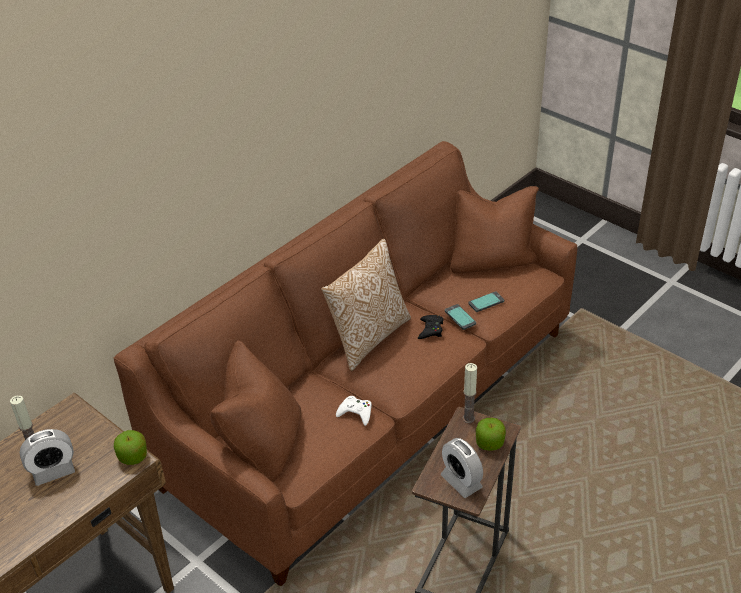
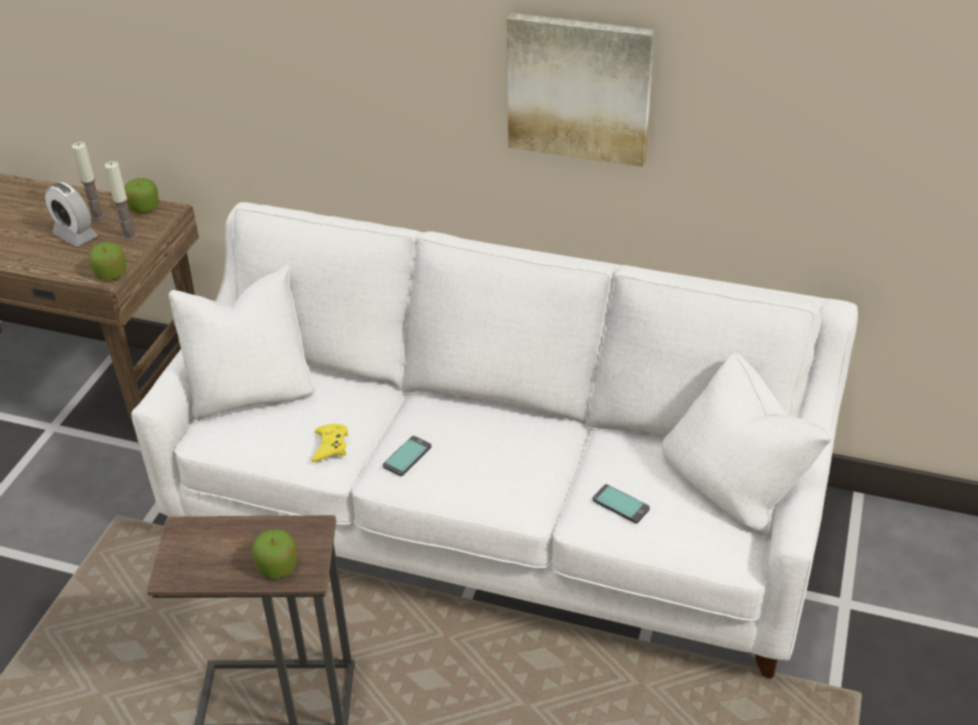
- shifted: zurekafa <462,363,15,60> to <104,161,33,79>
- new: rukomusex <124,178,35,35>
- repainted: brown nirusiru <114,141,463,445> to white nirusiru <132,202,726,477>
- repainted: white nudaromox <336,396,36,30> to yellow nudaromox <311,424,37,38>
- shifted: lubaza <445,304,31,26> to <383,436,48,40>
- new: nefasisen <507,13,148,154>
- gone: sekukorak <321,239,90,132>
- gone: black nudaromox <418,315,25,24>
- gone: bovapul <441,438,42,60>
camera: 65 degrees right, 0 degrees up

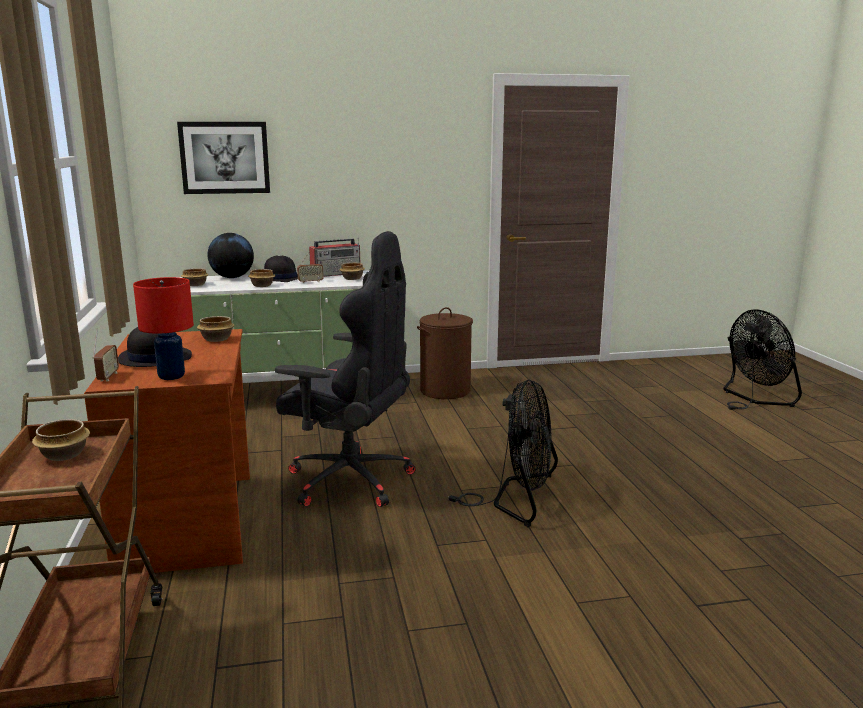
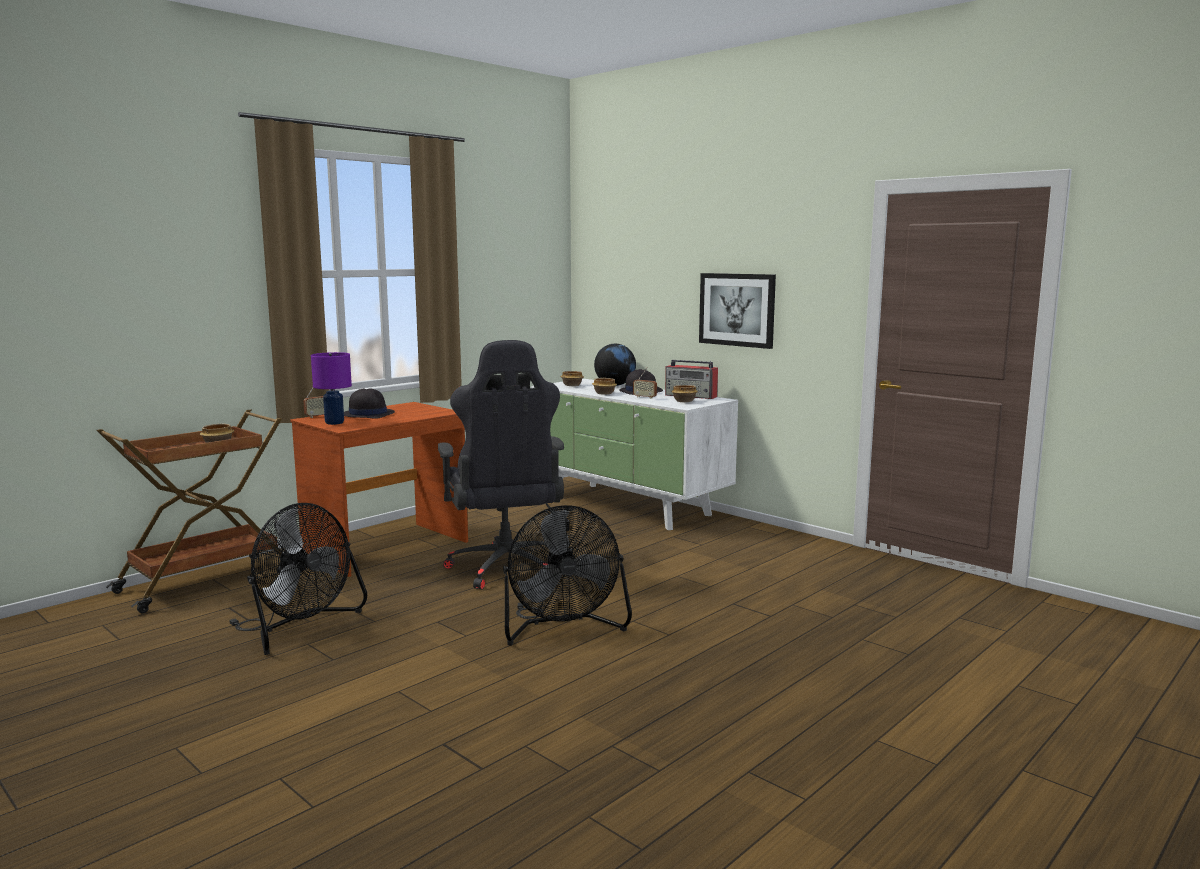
- shifted: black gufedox <723,309,79,101> to <230,503,137,152>
- repainted: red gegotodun <133,277,61,103> to purple gegotodun <311,352,41,73>
- shifted: nefasisen <177,122,93,72> to <699,273,77,76>
- gone: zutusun <197,316,38,26>
- gone: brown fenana <417,307,56,92>
camera: 55 degrees right, 5 degrees down

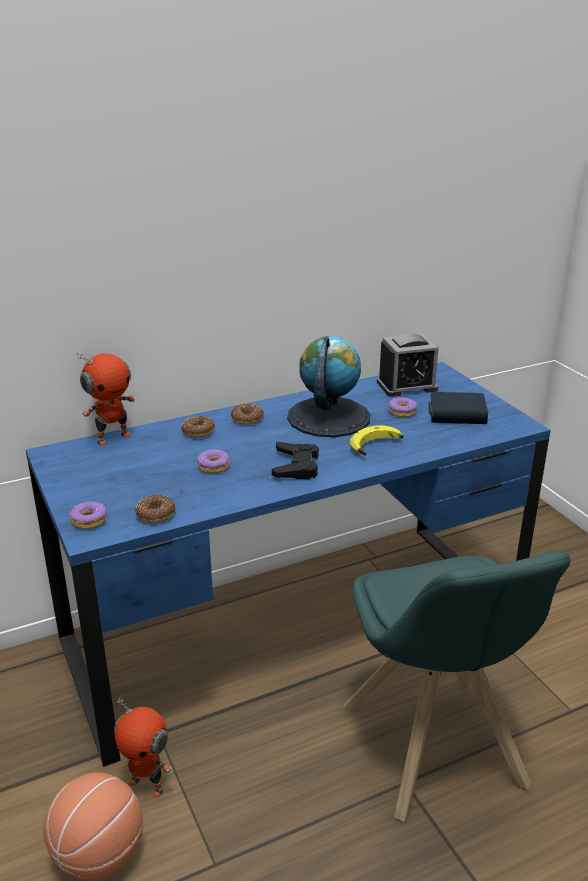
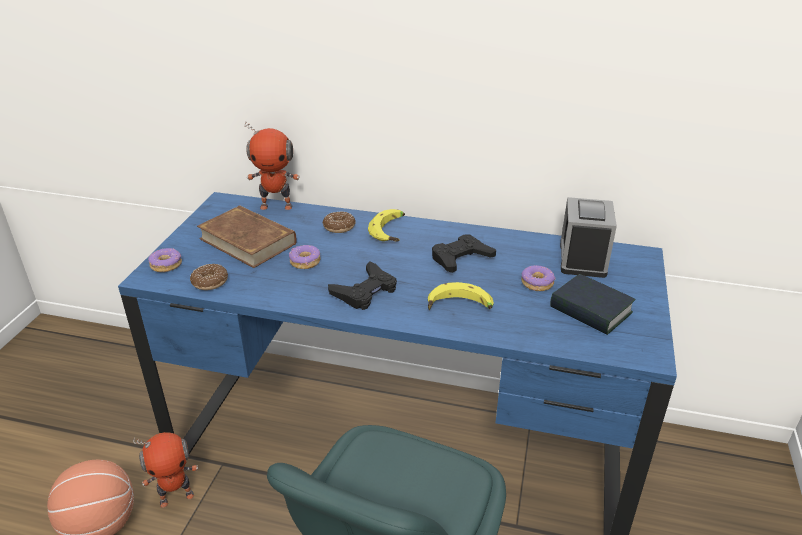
- rotated: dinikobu <114,696,58,102> = <133,432,65,76> 90 degrees counterclockwise
- new: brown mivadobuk <197,205,100,63>
- swapped: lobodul <231,403,33,22> to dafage <368,209,37,32>
- swapped: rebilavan <287,336,83,101> to black nudaromox <432,234,64,39>
- rotated: bovapul <377,333,61,64> = <560,197,57,81> 75 degrees clockwise
camera: 40 degrees right, 5 degrees up

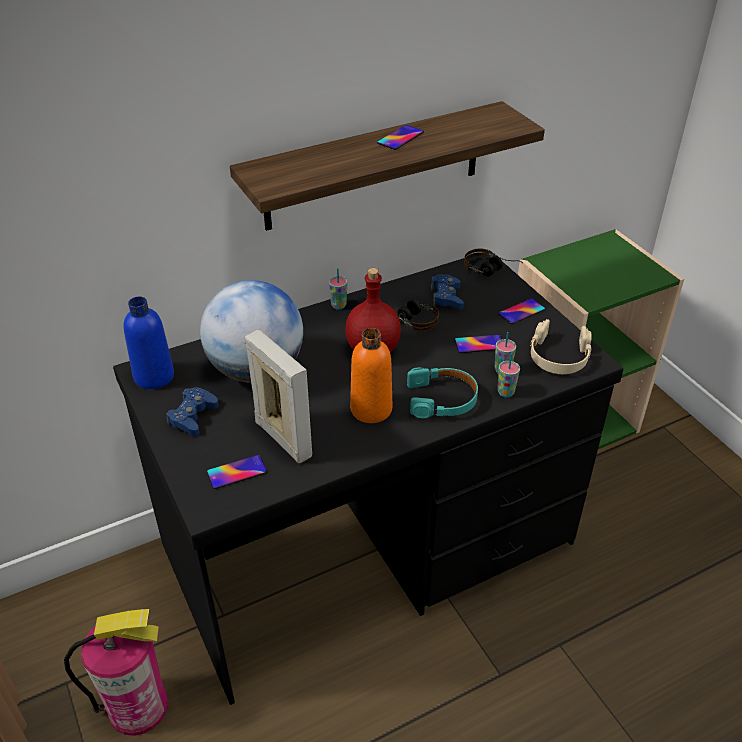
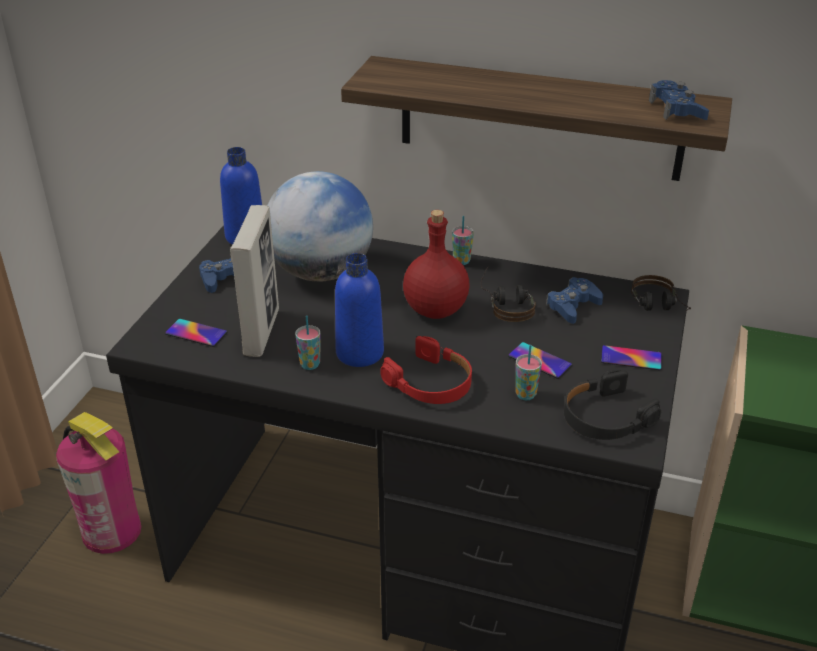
- shifted: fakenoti <498,354,22,44> to <295,315,26,55>
- repainted: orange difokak <350,328,42,95> to blue difokak <335,253,49,114>
- repainted: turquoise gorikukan <407,367,71,51> to red gorikukan <381,336,91,68>
- repainted: beige gorikukan <530,319,62,55> to black gorikukan <564,370,97,70>
- new: blue nudaromox <649,80,60,40>
- gone: lubaza <377,125,47,25>
camera: 45 degrees right, 5 degrees down

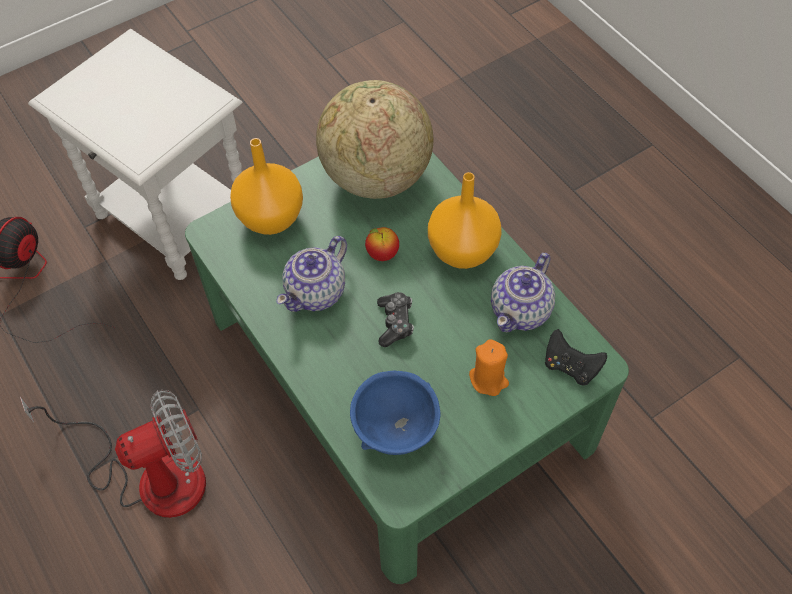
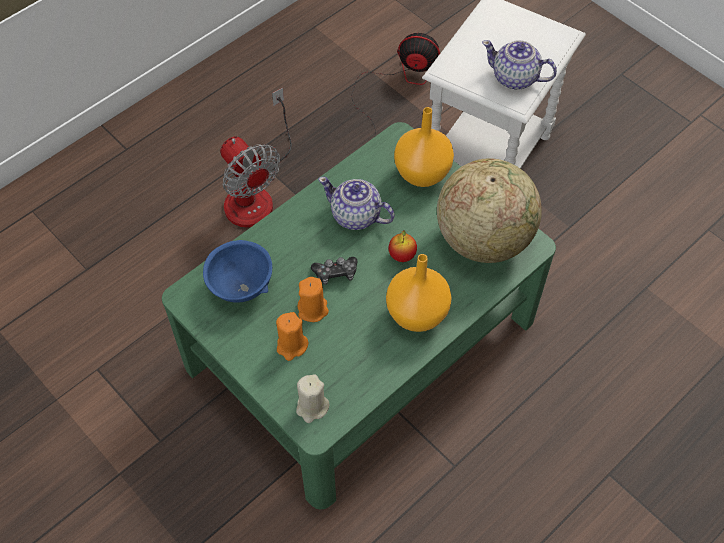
- swapped: black nudaromox <545,329,62,57> to beige zurekafa <296,374,34,49>
- new: orange zurekafa <297,277,32,45>
- shifted: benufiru <491,253,64,79> to <482,40,75,50>
camera: 80 degrees right, 0 degrees up

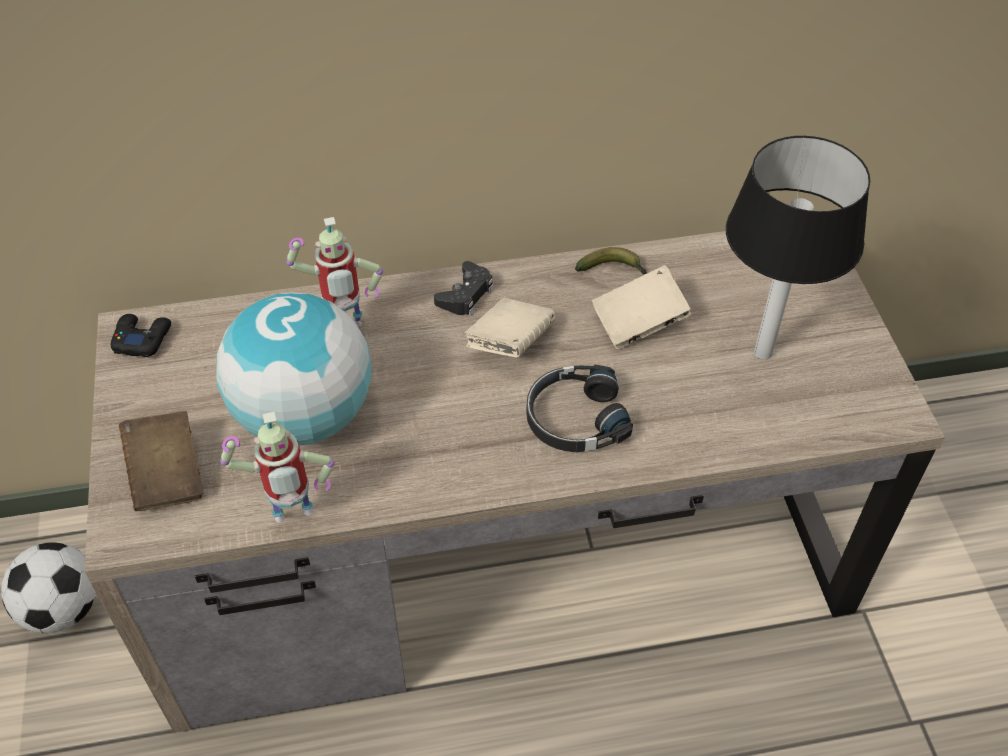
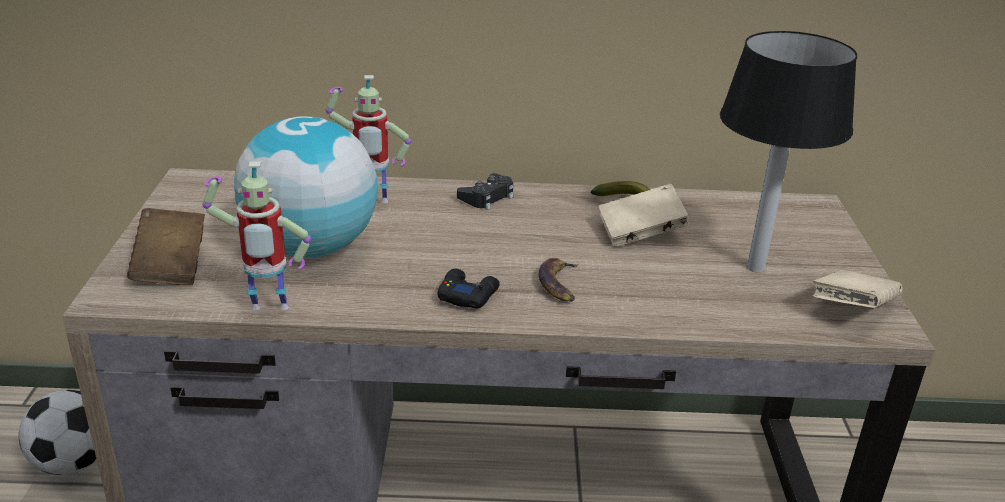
- shifted: black nudaromox <111,314,60,43> to <438,269,62,39>
- swapped: black gorikukan <526,365,107,87> to dafage <539,258,39,44>
- shifted: beige mivadobuk <464,298,92,59> to <812,270,91,38>
camera: 10 degrees right, 20 degrees down

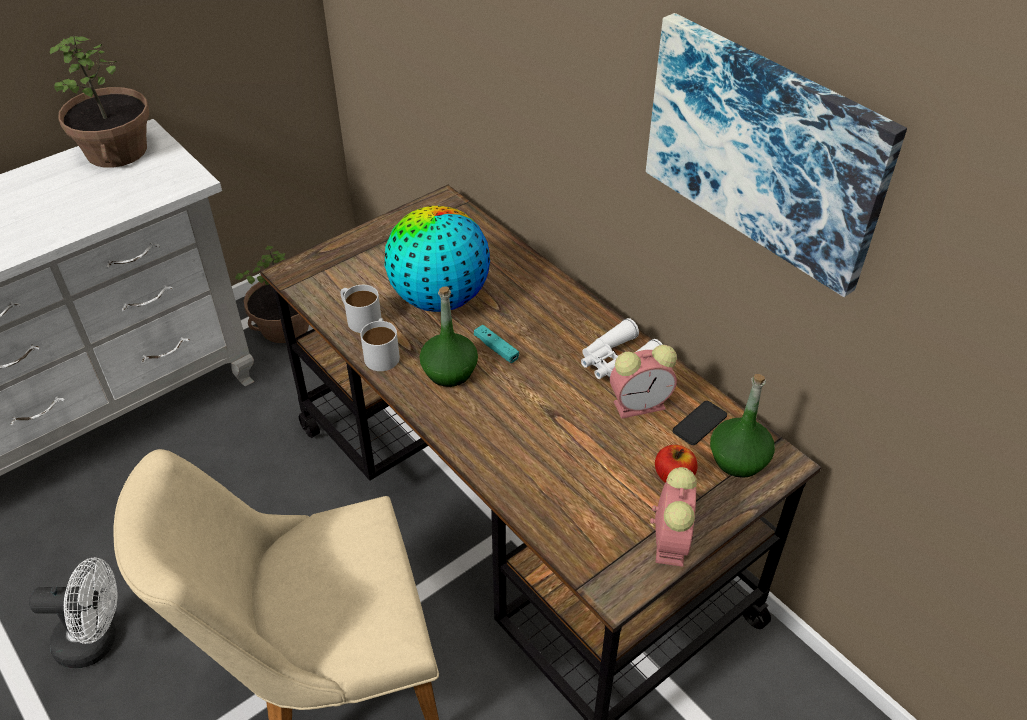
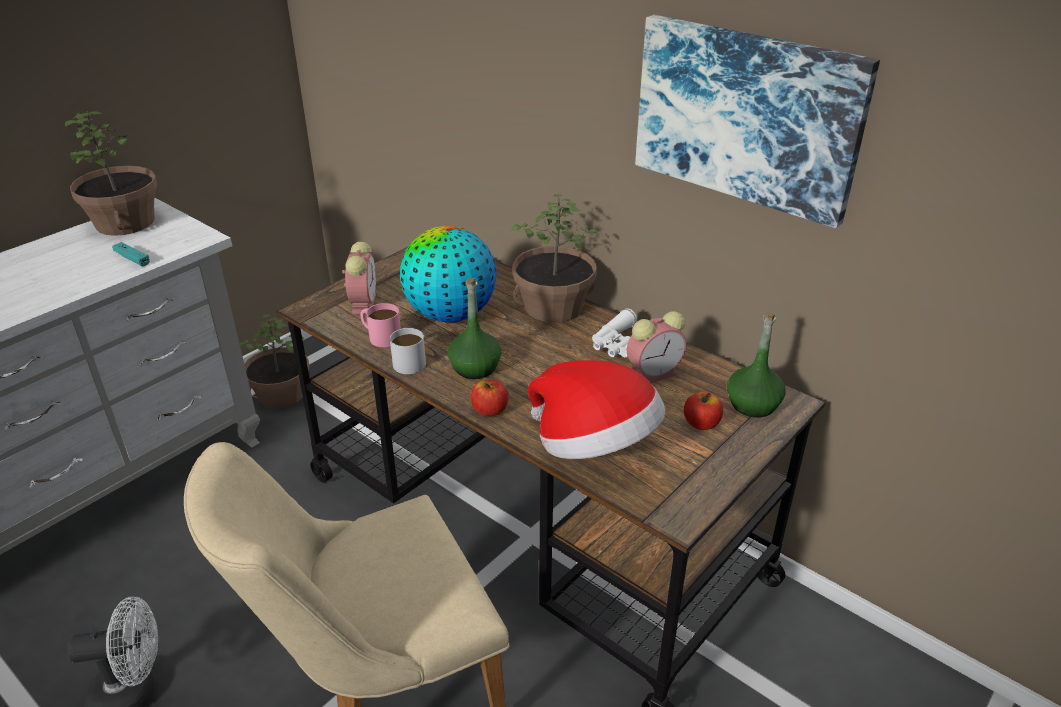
- shifted: turquoise nudaromox <474,325,45,38> to <112,242,38,24>
- shifted: bovapul <650,467,47,100> to <342,241,34,73>
- repainted: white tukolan <340,285,41,48> to pink tukolan <360,303,41,44>
- new: rukomusex <471,380,38,36>
- new: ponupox <511,194,87,129>
- new: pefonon <528,360,137,99>
- gone: lubaza <673,401,54,44>
camera: 10 degrees left, 10 degrees down

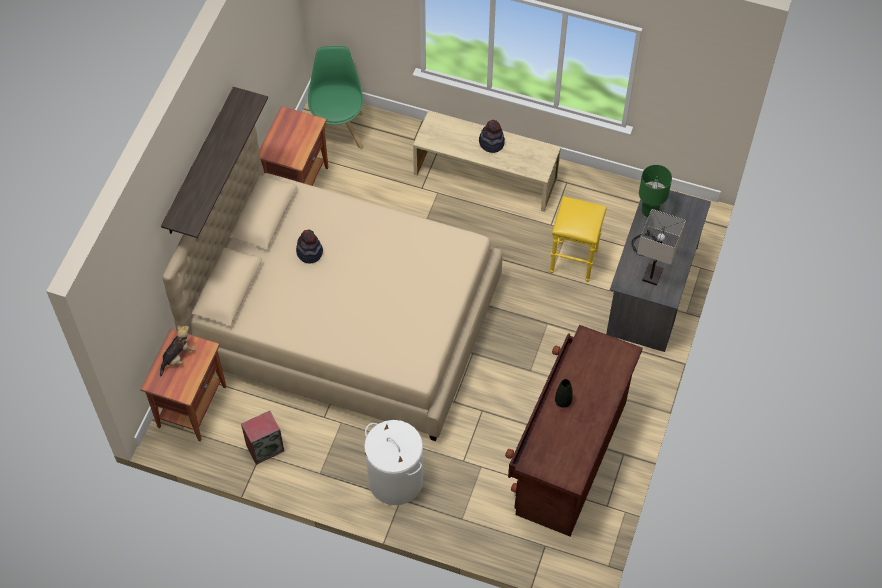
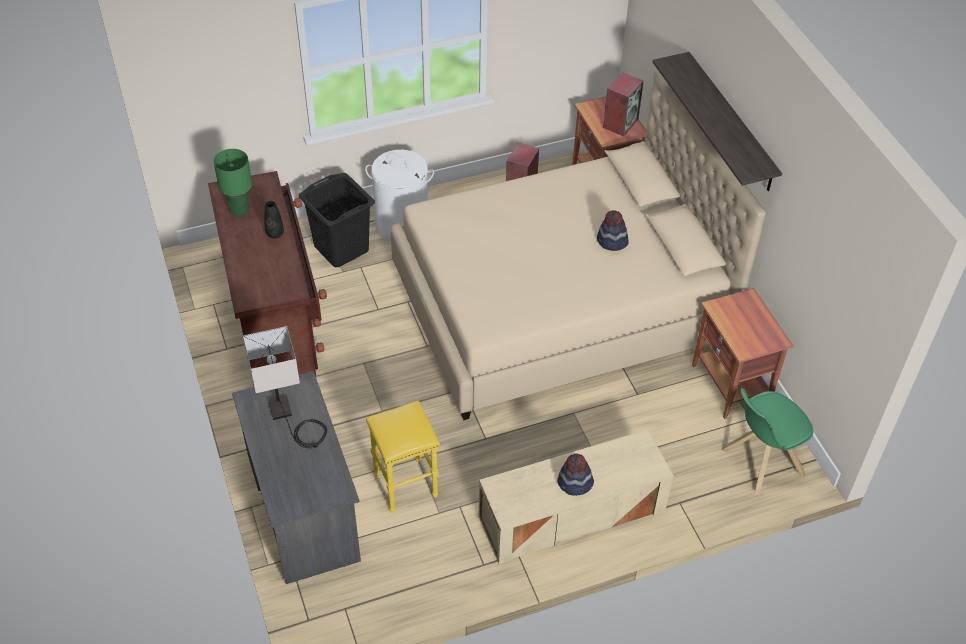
- shifted: green gegotodun <639,165,33,52> to <214,149,38,67>
- new: black fenana <298,173,77,94>
- swapped: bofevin <160,325,35,51> to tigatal <603,72,41,64>
- rotated: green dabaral <308,46,56,103> = <722,388,91,108> 105 degrees clockwise
camera: 140 degrees right, 10 degrees down

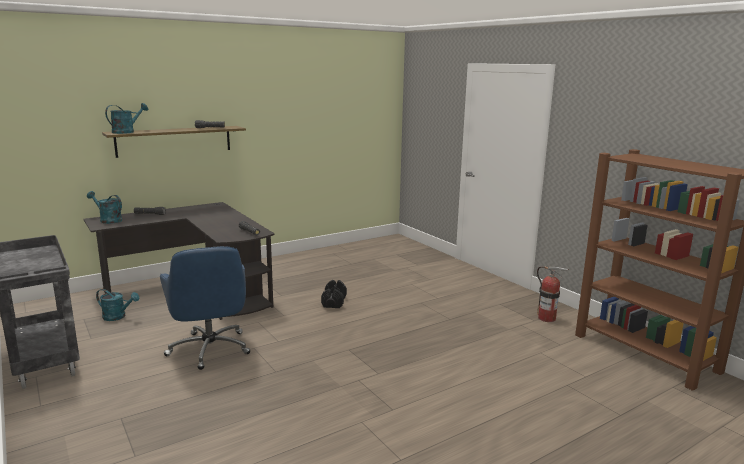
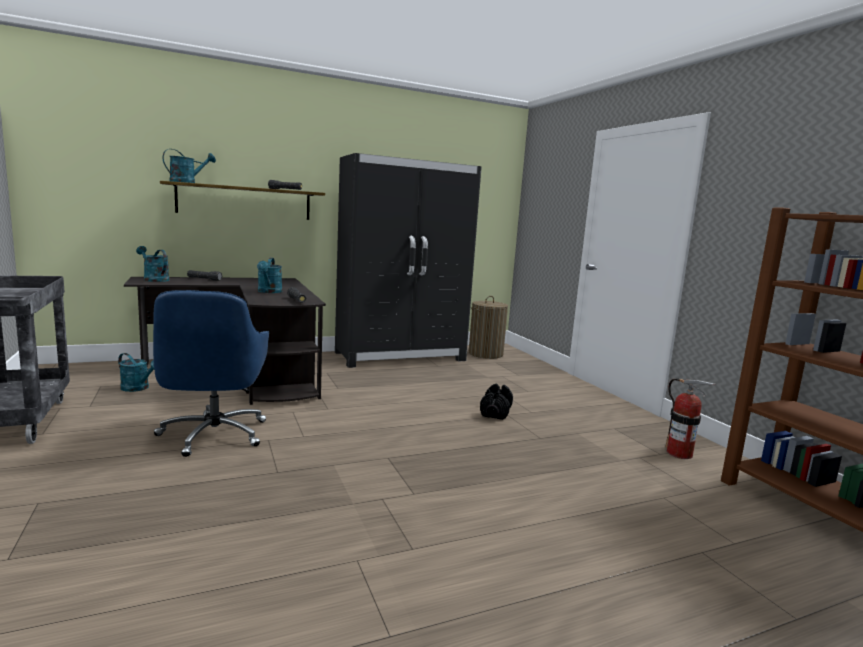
- new: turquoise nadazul <257,258,25,35>
- new: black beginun <335,153,147,215>
- new: fenana <469,296,39,63>
- shifted: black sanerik <321,280,26,28> to <480,384,33,36>
camera: 10 degrees right, 5 degrees down

